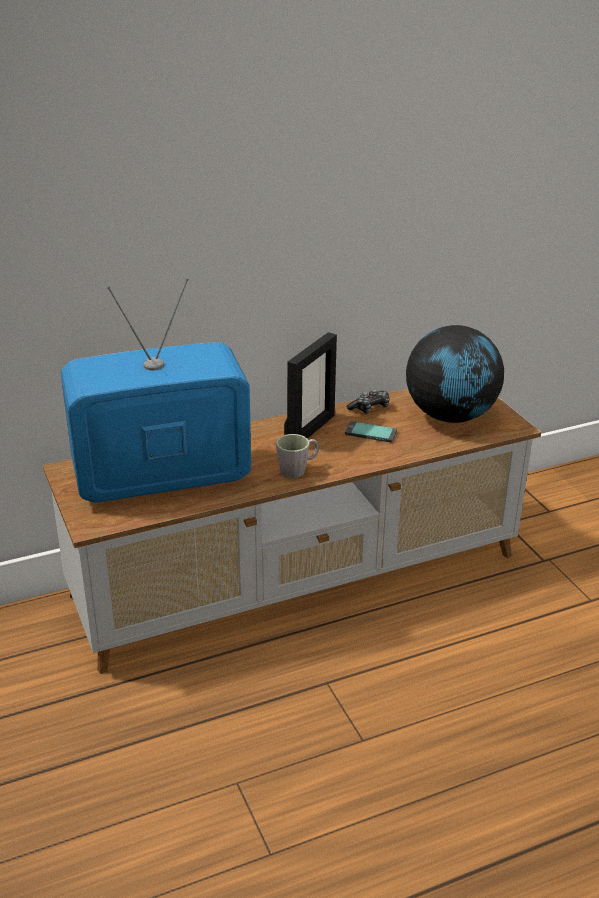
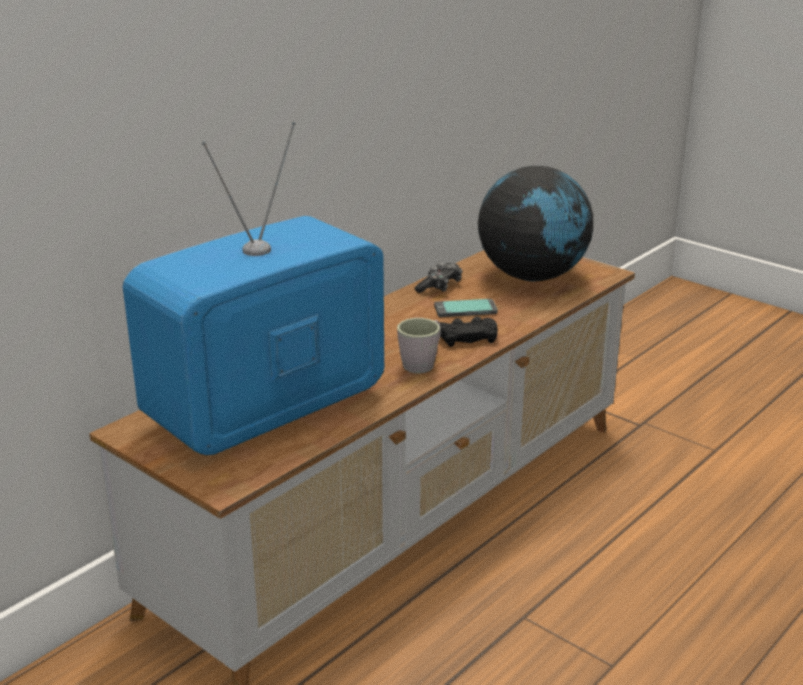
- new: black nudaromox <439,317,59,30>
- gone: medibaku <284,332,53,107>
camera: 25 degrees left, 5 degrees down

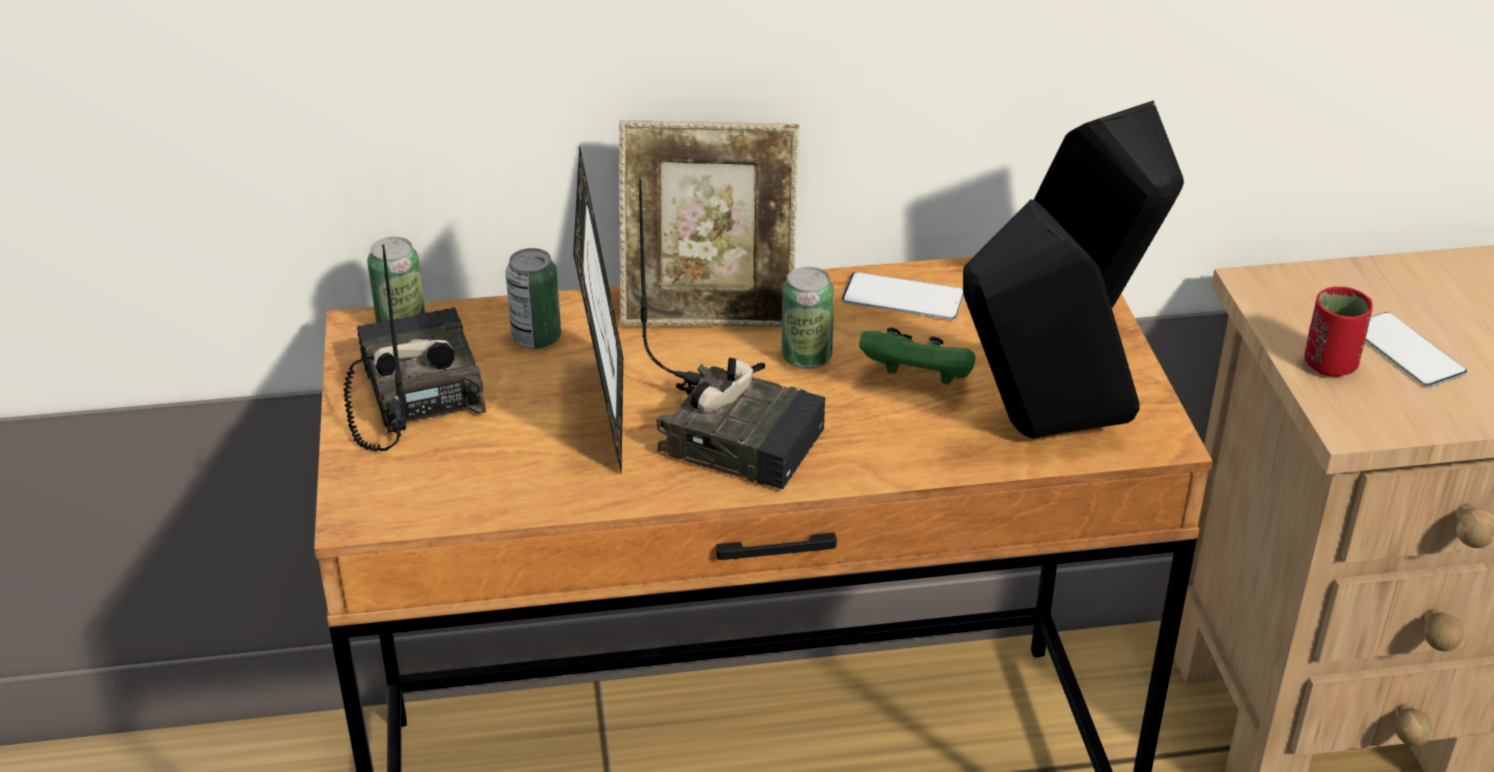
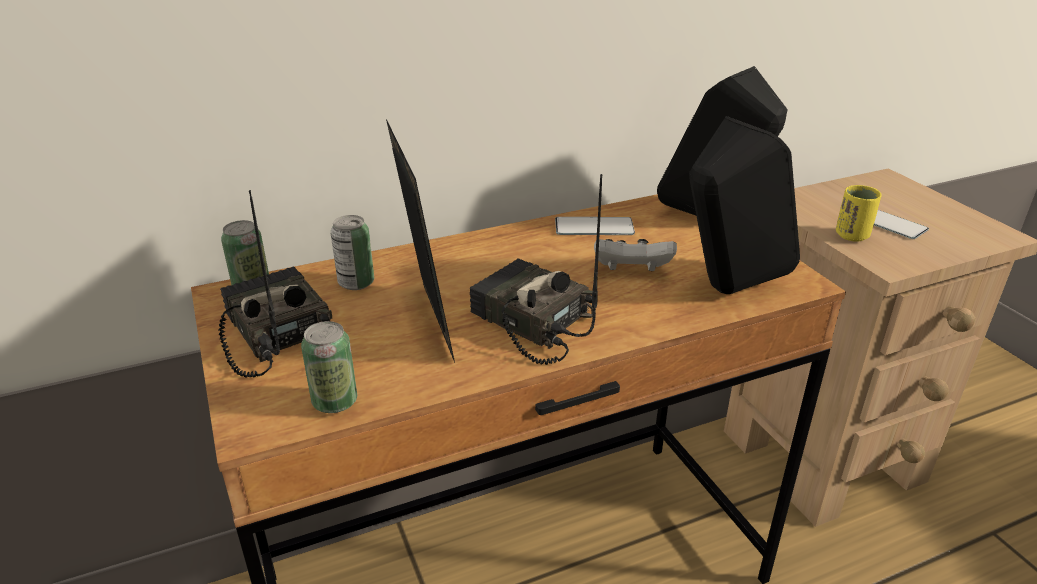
- shifted: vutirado <782,267,52,102> to <301,321,56,92>
- rotated: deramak <639,179,186,310> = <470,174,132,191> 150 degrees counterclockwise
- repainted: green nudaromox <859,328,116,57> to white nudaromox <594,239,83,32>
- repainted: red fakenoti <1304,287,69,90> to yellow fakenoti <836,185,46,56>
- gone: medibaku <619,120,180,207>
camera: 15 degrees left, 5 degrees down

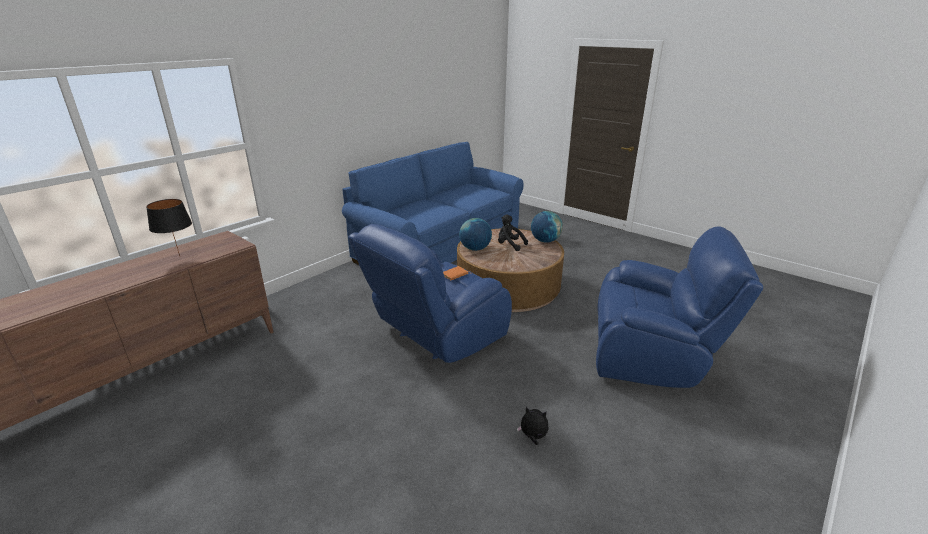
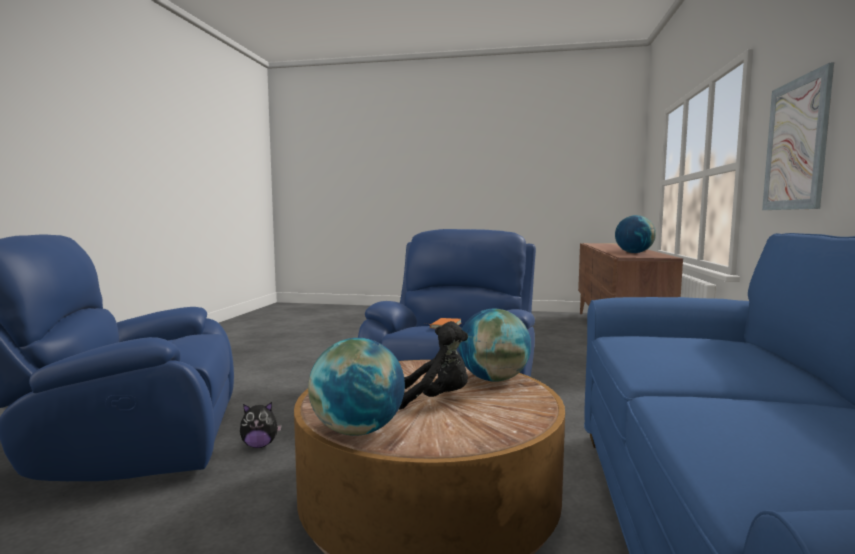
- shifted: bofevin <517,407,32,38> to <240,402,42,46>
- swapped: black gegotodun <146,199,46,57> to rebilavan <615,215,41,38>
- new: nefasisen <762,62,72,148>
camera: 150 degrees right, 20 degrees down

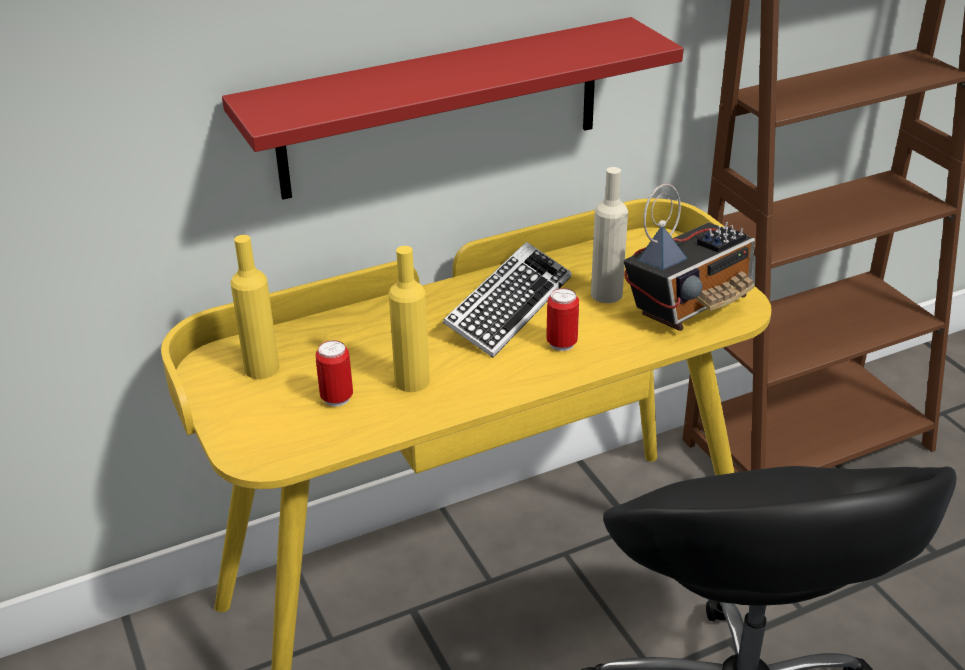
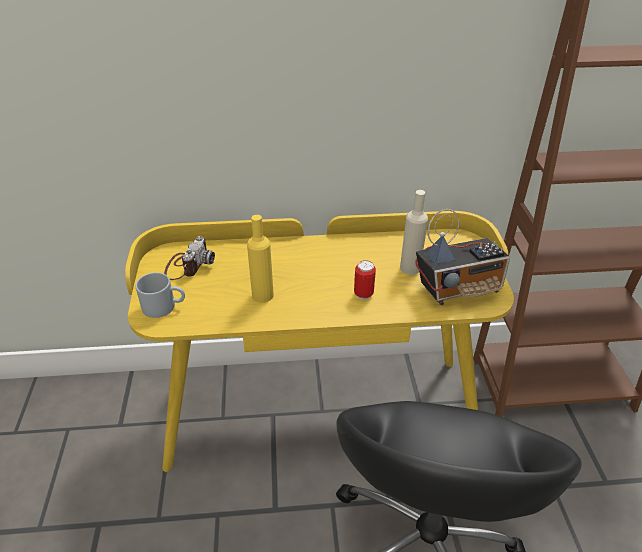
- new: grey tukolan <136,272,49,46>
- swapped: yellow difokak <230,235,49,144> to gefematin <164,236,51,44>
- gone: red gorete <222,17,462,183>
- gone: vutirado <316,340,37,67>
- gone: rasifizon <442,242,130,116>
camera: 20 degrees right, 5 degrees up

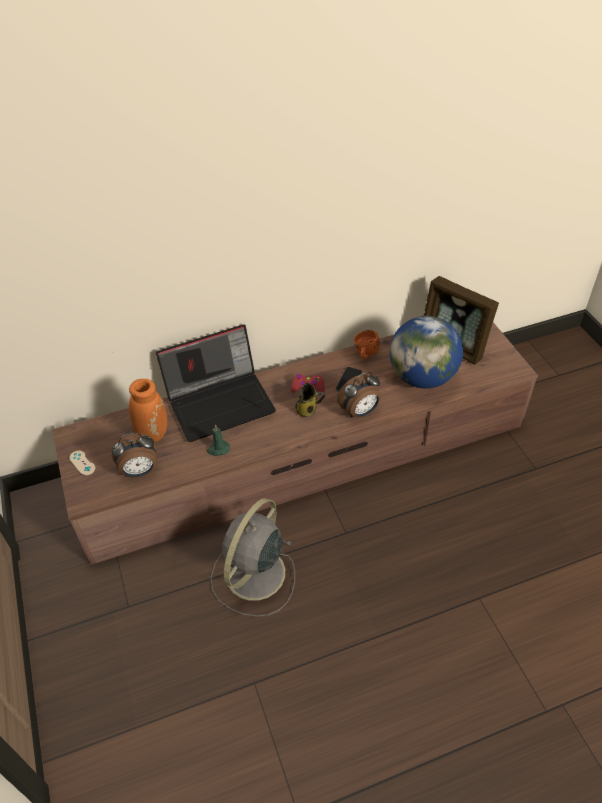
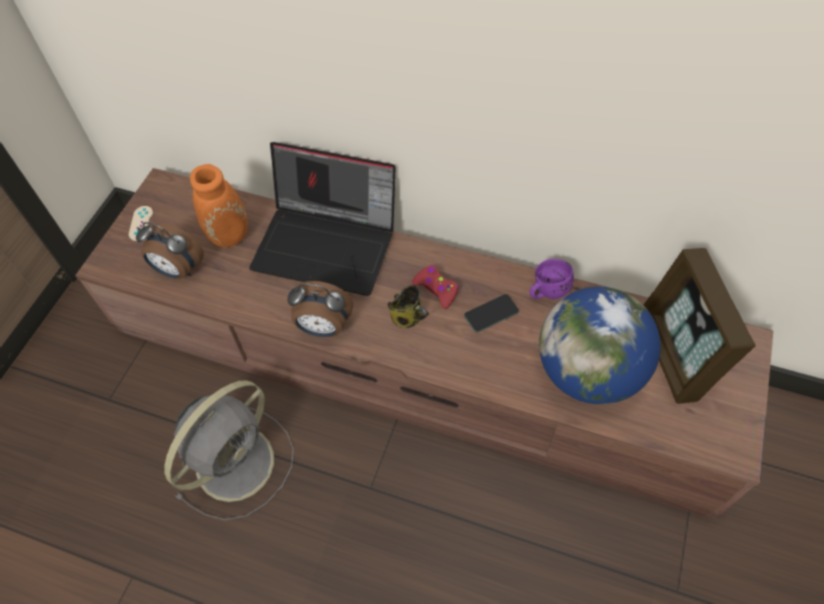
- rotated: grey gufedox <211,498,84,119> = <164,380,130,141> 150 degrees clockwise
- shifted: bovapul <337,372,43,46> to <287,281,66,56>
- repainted: orange tukolan <354,330,26,29> to purple tukolan <529,259,45,40>
- gone: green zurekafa <207,425,23,31>
camera: 40 degrees right, 10 degrees up

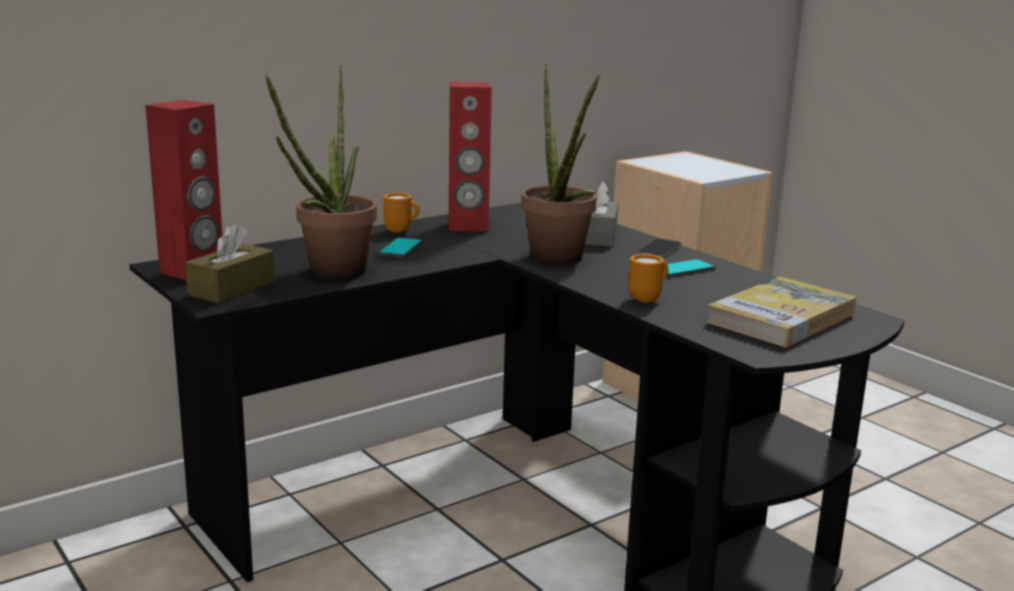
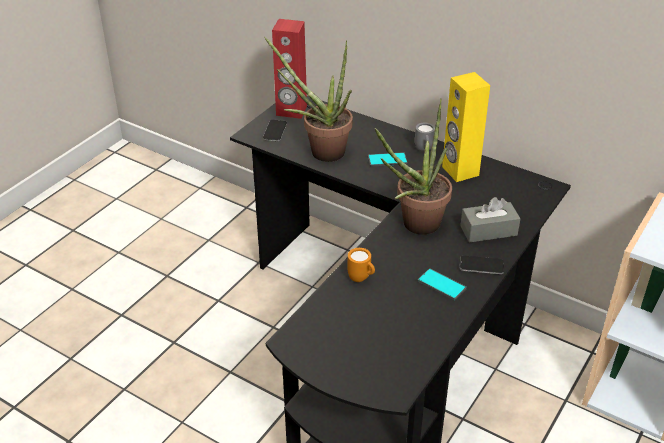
- swapped: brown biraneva <185,223,90,81> to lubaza <263,120,24,21>
- repainted: orange tukolan <383,193,37,40> to grey tukolan <415,122,20,29>
- repainted: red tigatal <449,81,43,151> to yellow tigatal <442,72,48,110>
- gone: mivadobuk <706,277,151,70>
camera: 70 degrees right, 20 degrees up

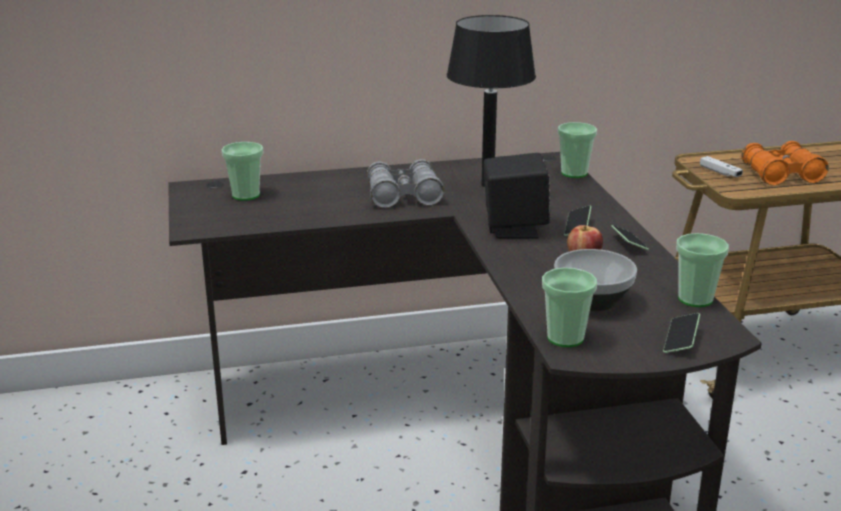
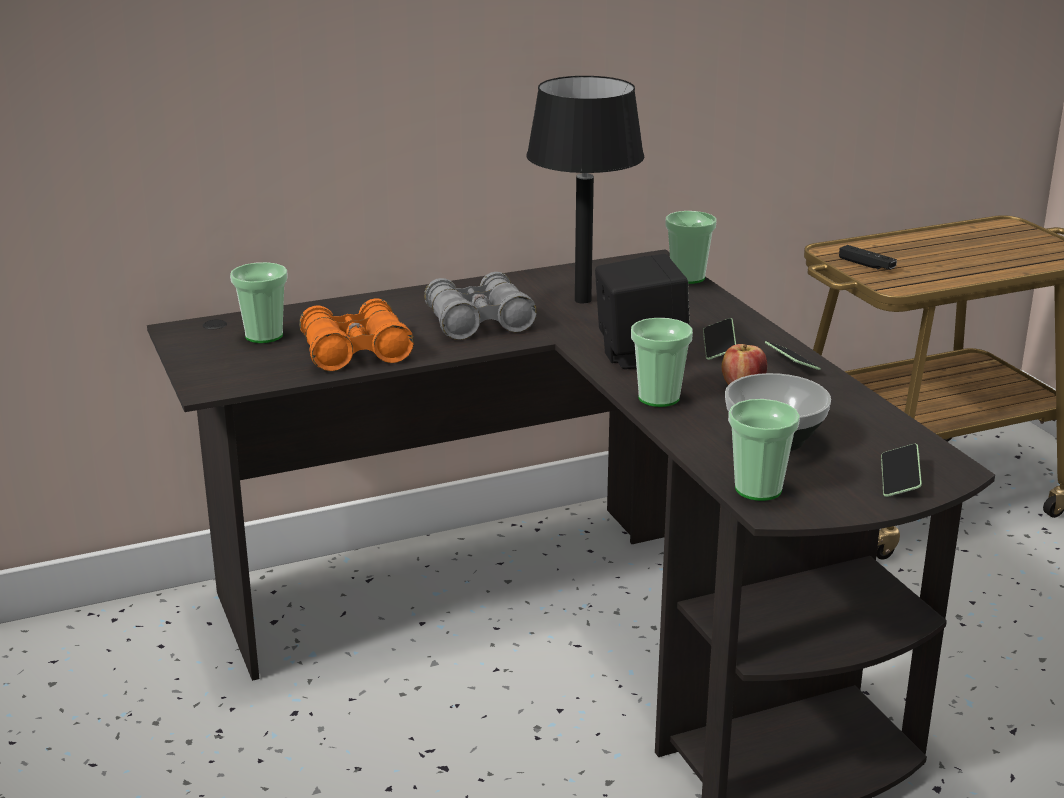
- shifted: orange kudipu <741,141,88,45> to <299,298,115,73>
- shifted: fakenoti <676,233,53,74> to <631,318,62,89>
- repainted: white nudaromox <700,156,43,21> to black nudaromox <839,245,58,25>
camera: 10 degrees left, 0 degrees up

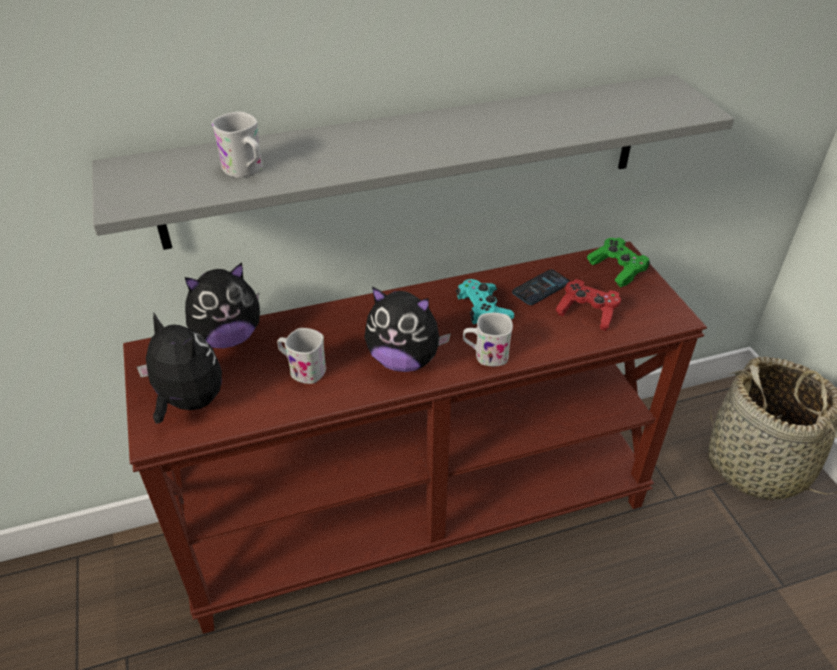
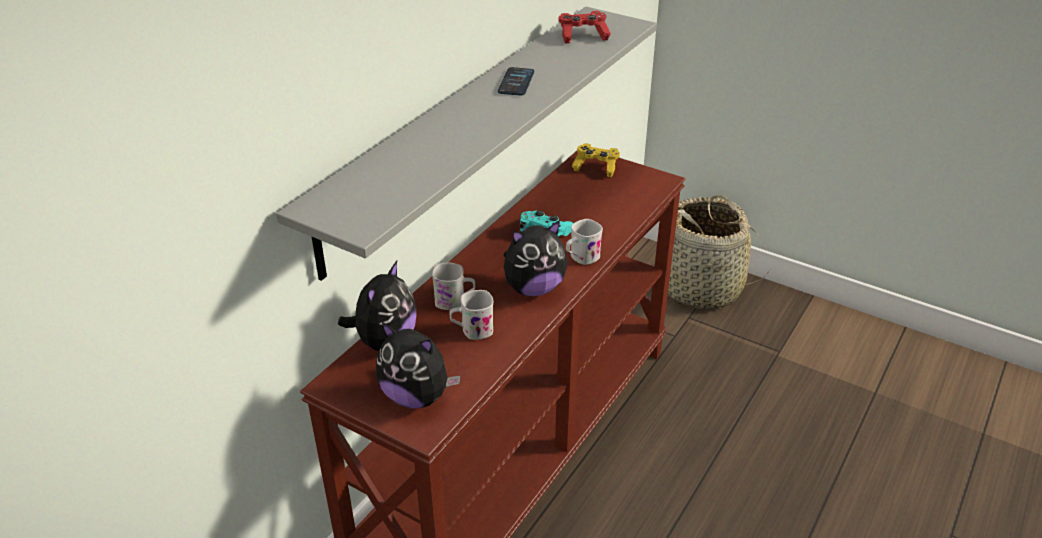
- rotated: bofevin <137,313,85,111> = <376,322,85,86> 150 degrees counterclockwise
- shifted: white tukolan <212,111,51,67> to <432,263,43,47>
- shifted: lubaza <512,269,58,36> to <498,67,36,29>
- shifted: red nudaromox <555,279,66,52> to <559,11,52,33>
- repainted: green nudaromox <587,238,63,49> to yellow nudaromox <572,143,48,34>
camera: 40 degrees left, 5 degrees down

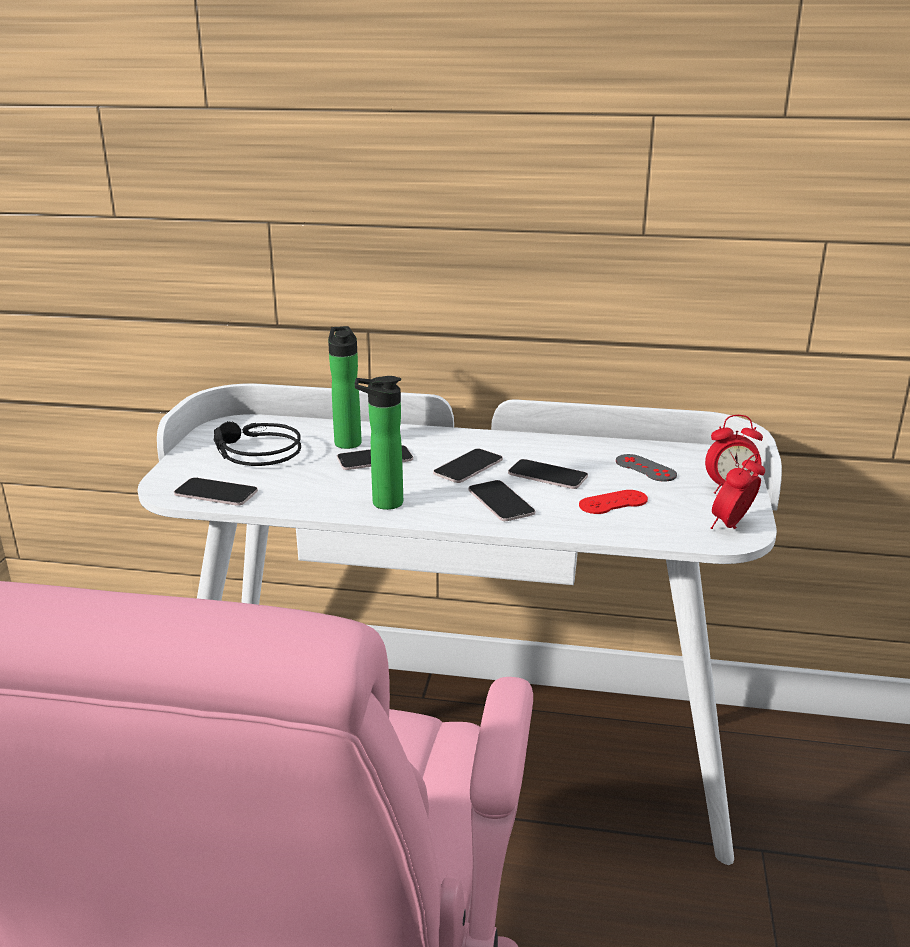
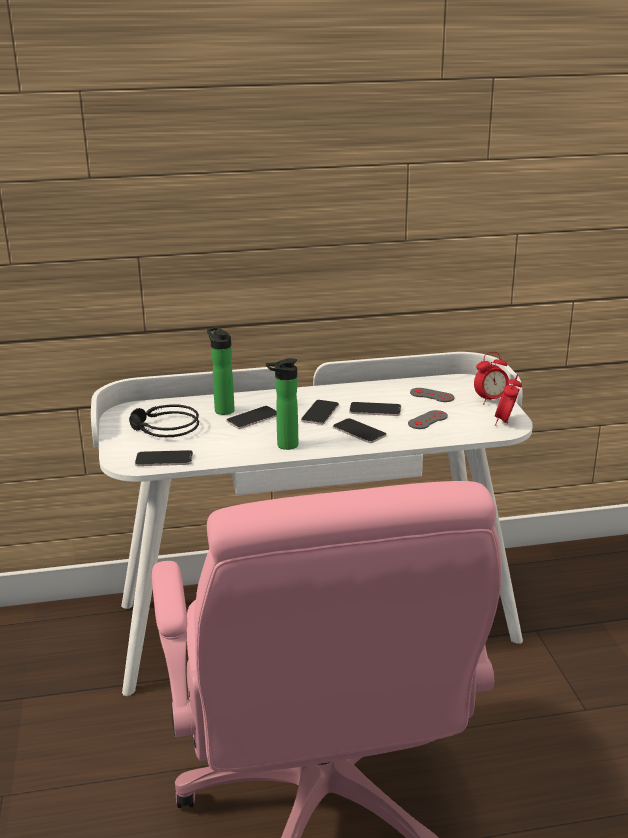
- repainted: red nudaromox <579,490,69,24> to grey nudaromox <408,410,40,19>
camera: 20 degrees left, 0 degrees up

